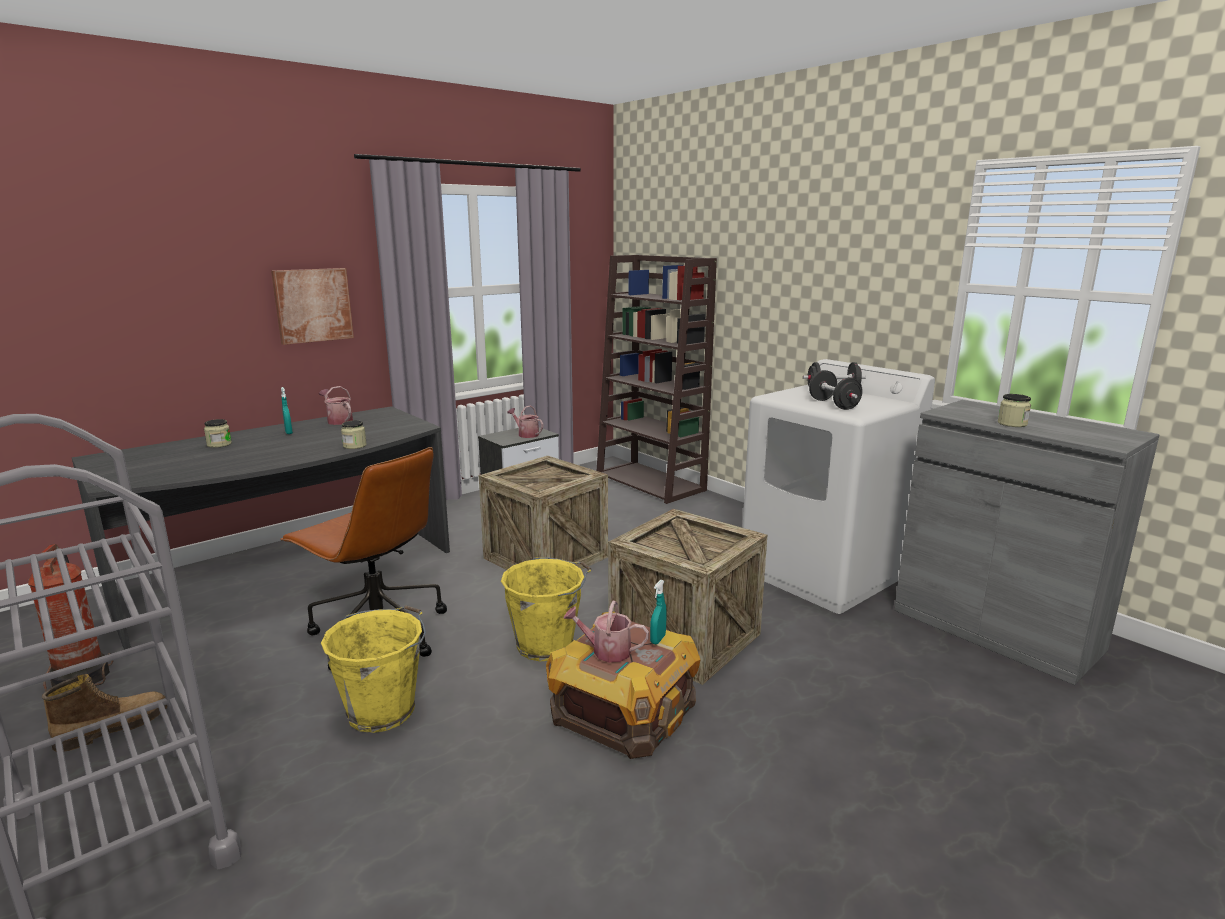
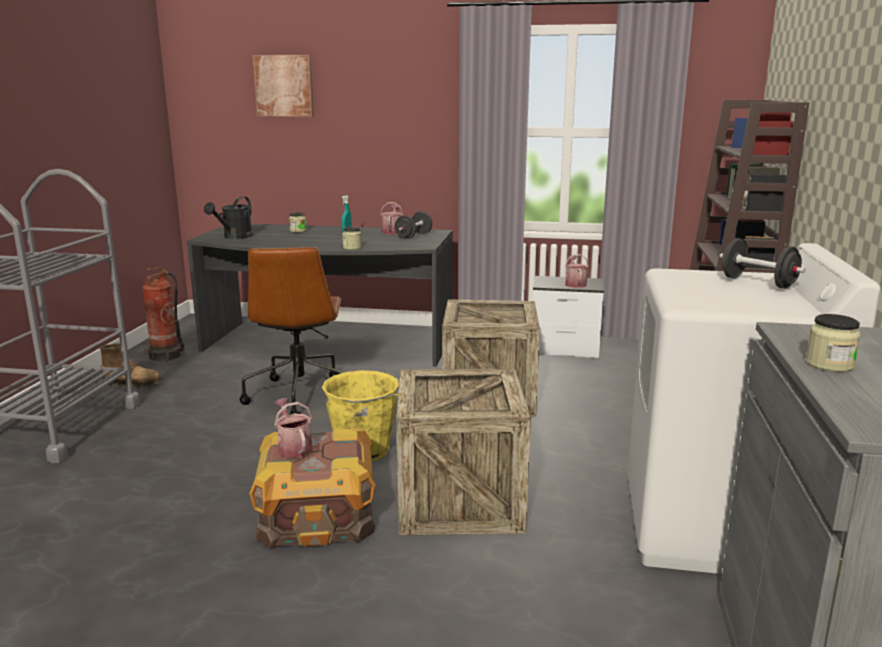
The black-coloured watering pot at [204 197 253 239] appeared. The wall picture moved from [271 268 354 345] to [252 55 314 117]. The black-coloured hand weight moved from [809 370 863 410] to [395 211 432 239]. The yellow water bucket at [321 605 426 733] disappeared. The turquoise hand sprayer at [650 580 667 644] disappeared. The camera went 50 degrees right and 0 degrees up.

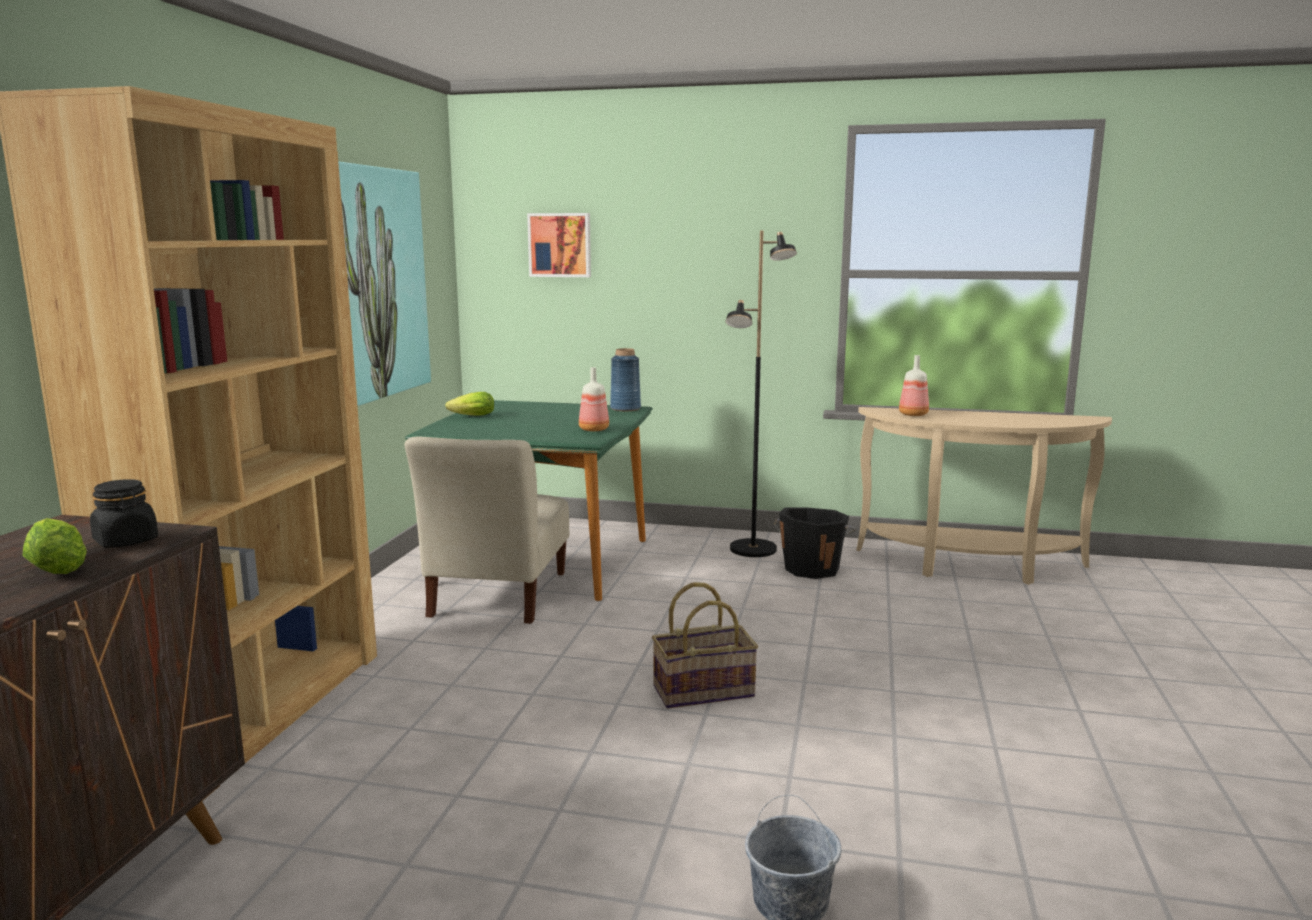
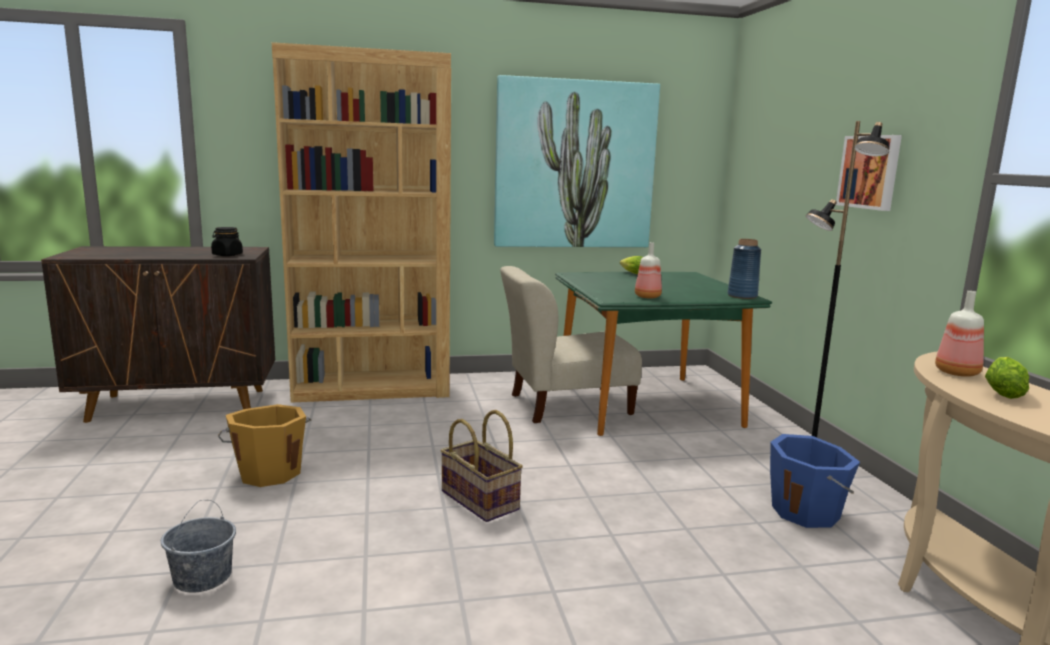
The orange-coloured water bucket at [218 404 311 487] appeared. The black-coloured water bucket at [774 507 856 579] became the blue-coloured water bucket at [770 434 860 528]. The wall picture moved from [527 213 591 277] to [836 135 902 211]. The lettuce head moved from [22 518 87 574] to [985 357 1029 399]. The camera went 65 degrees right and 0 degrees up.

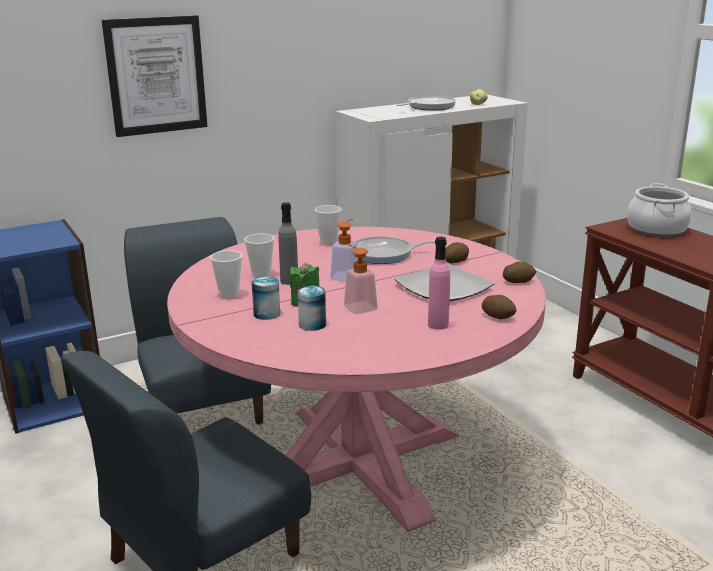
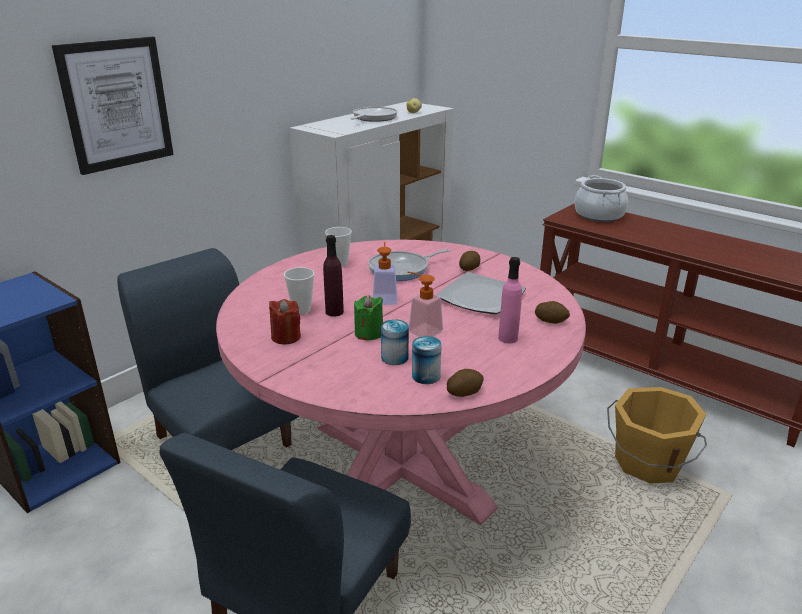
The drinking cup at [210 250 242 299] was replaced by the red-coloured candle at [269 299 301 344]. The greyish drink bottle at [278 202 298 285] became the purple drink bottle at [323 235 344 317]. The sealed can moved from [252 276 280 320] to [412 336 442 384]. The whole potato moved from [503 262 536 283] to [447 369 484 397]. The orange-coloured water bucket at [607 387 707 484] appeared. The camera went 20 degrees left and 5 degrees up.

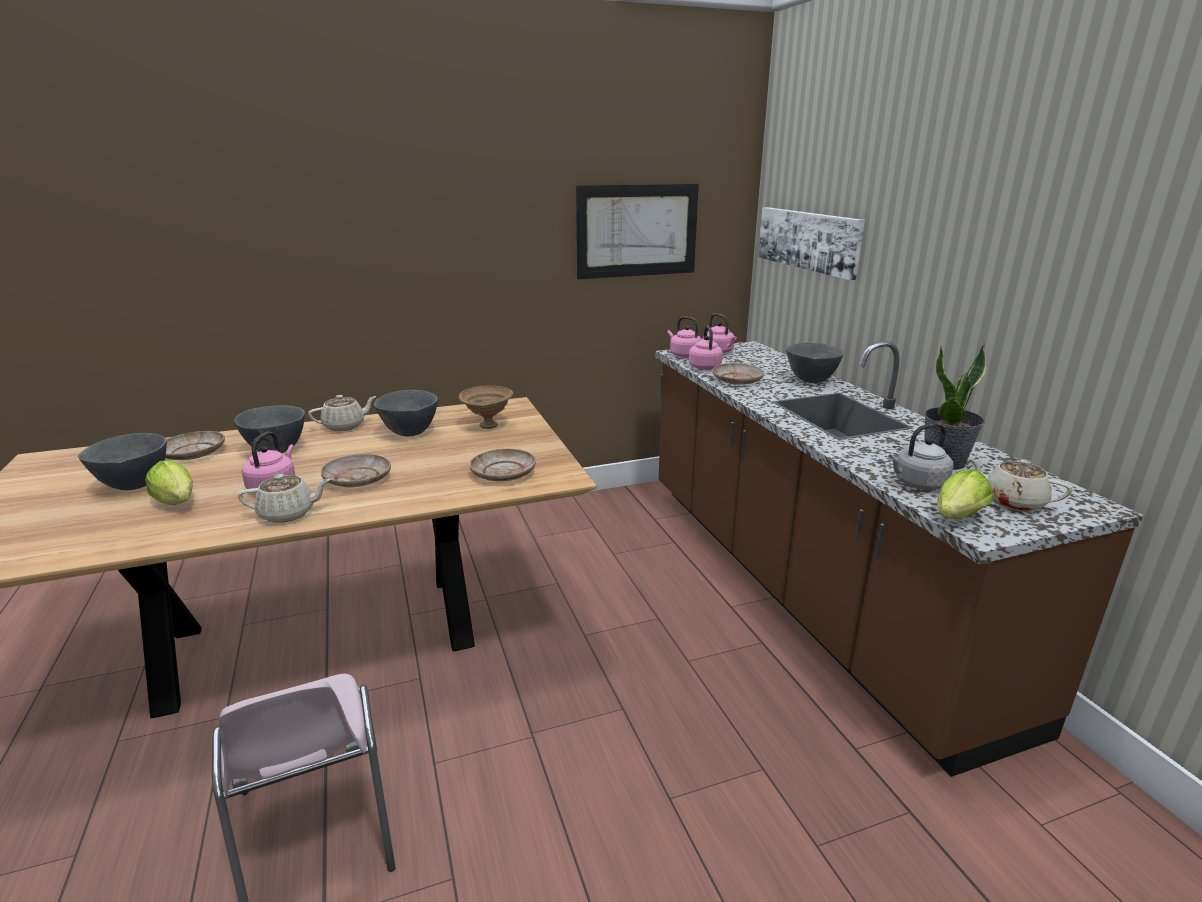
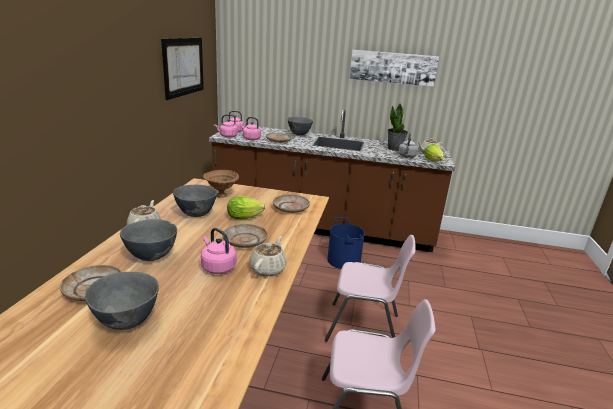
The lettuce head moved from [145 460 193 505] to [227 196 265 219]. The pinkish chair at [325 235 415 342] appeared. The blue-coloured water bucket at [327 217 365 269] appeared. The wall picture moved from [758 207 865 280] to [350 50 439 87]. The camera went 60 degrees left and 0 degrees up.

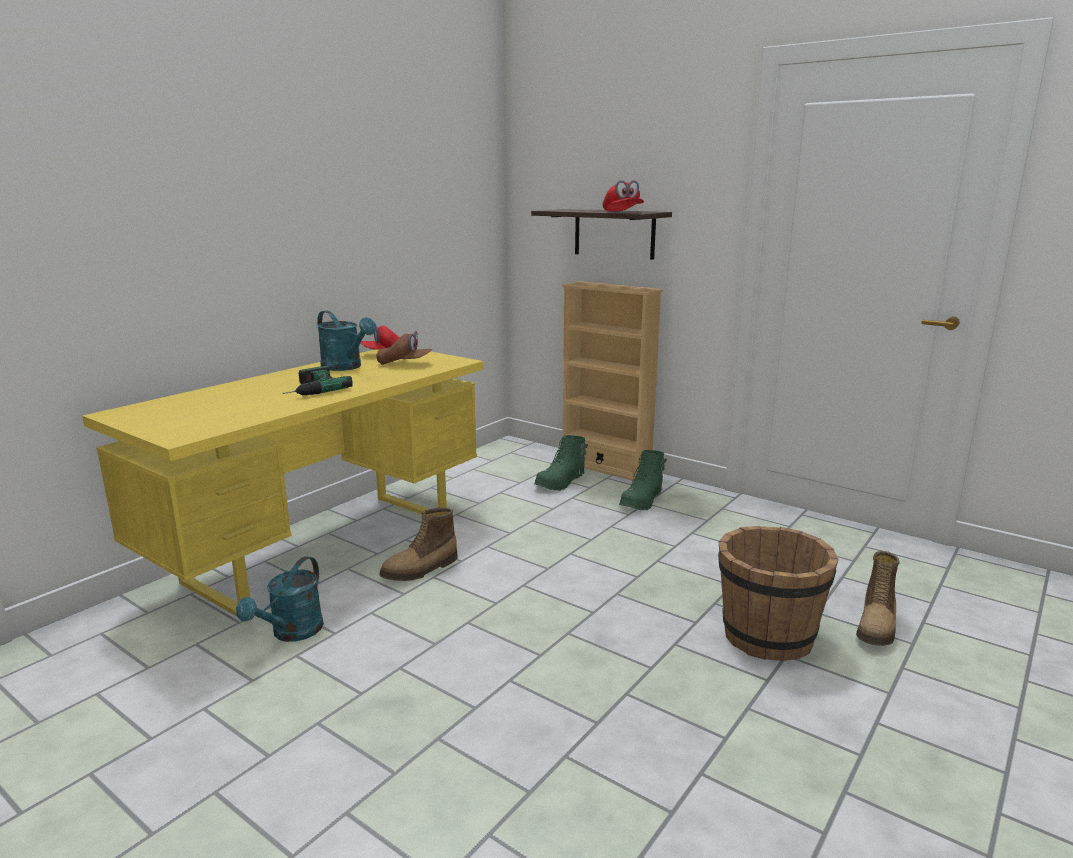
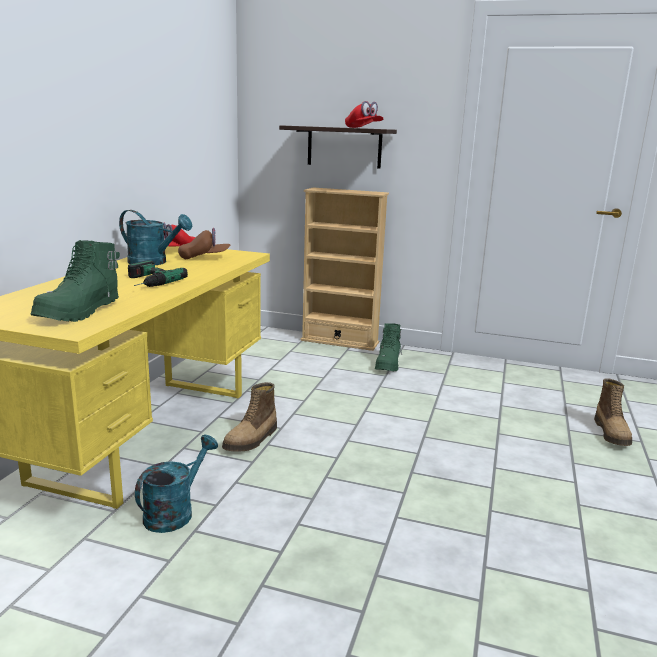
The greenish tall boot moved from [534 435 588 491] to [30 240 120 322]. The turquoise watering pot at [236 556 324 642] turned 150 degrees counterclockwise. The brownish water bucket at [718 526 839 661] disappeared. The camera went 20 degrees left and 0 degrees up.

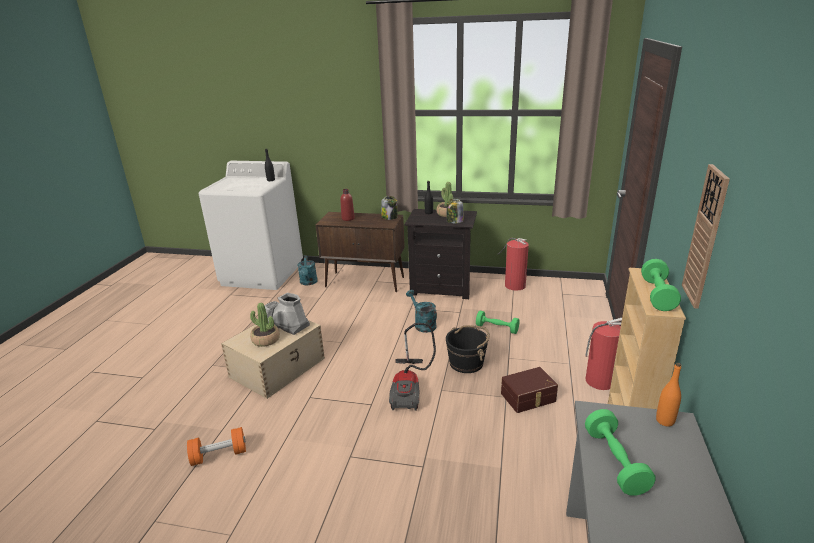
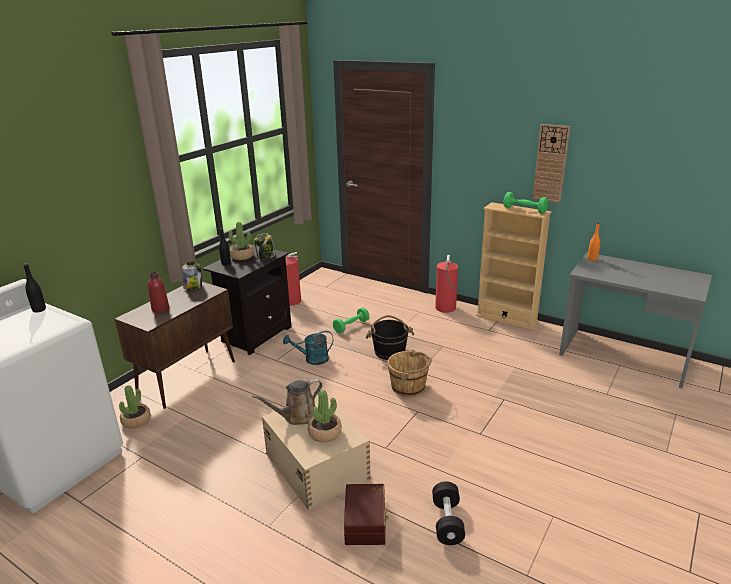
The turquoise watering pot at [297 255 318 286] was replaced by the potted plant at [119 385 151 429]. The greyish tall boot at [264 293 310 335] was replaced by the brownish watering pot at [252 378 322 425]. The brownish storage bin moved from [501 367 558 413] to [344 484 389 545]. The vacuum cleaner at [389 323 436 411] was replaced by the brownish water bucket at [387 350 432 397]. The orange-coloured hand weight at [187 427 246 466] became the black-coloured hand weight at [432 481 465 545]. The greenish hand weight at [585 409 656 496] disappeared. The camera went 70 degrees left and 0 degrees up.

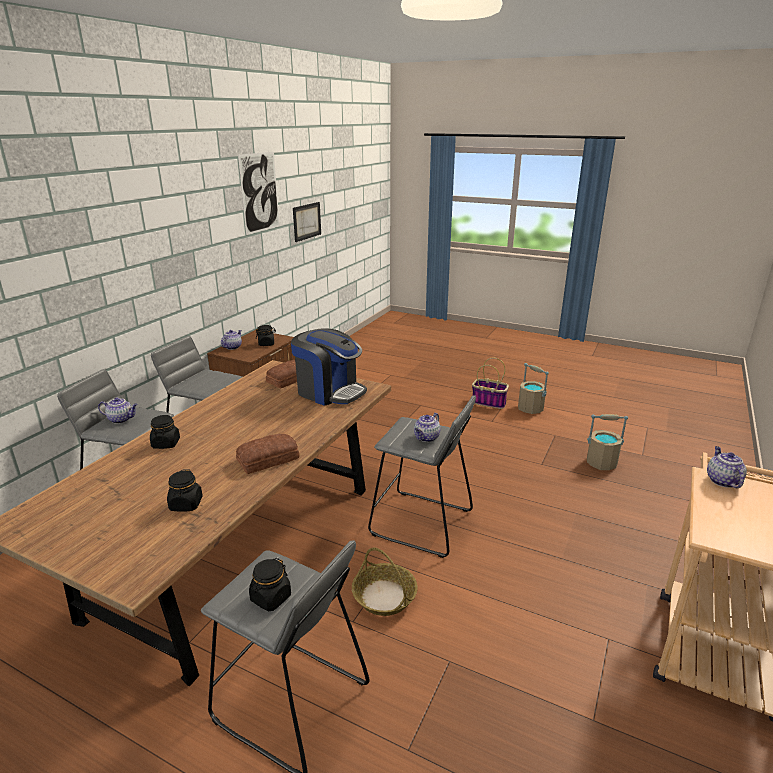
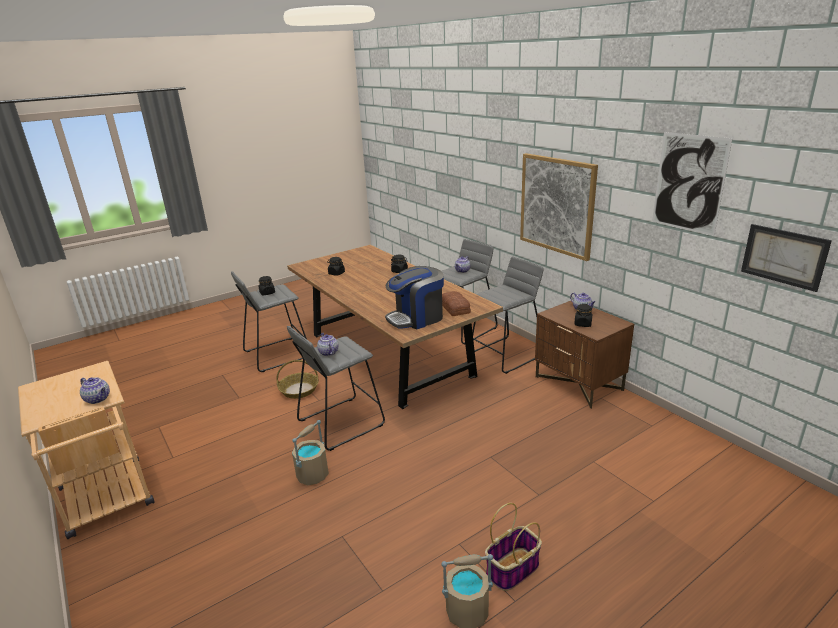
The beige-coloured water bucket moved from [587 414 628 470] to [292 420 329 486]. The wall picture at [520 153 598 261] appeared. The bakery bread at [236 434 299 474] disappeared. The camera went 120 degrees right and 0 degrees up.

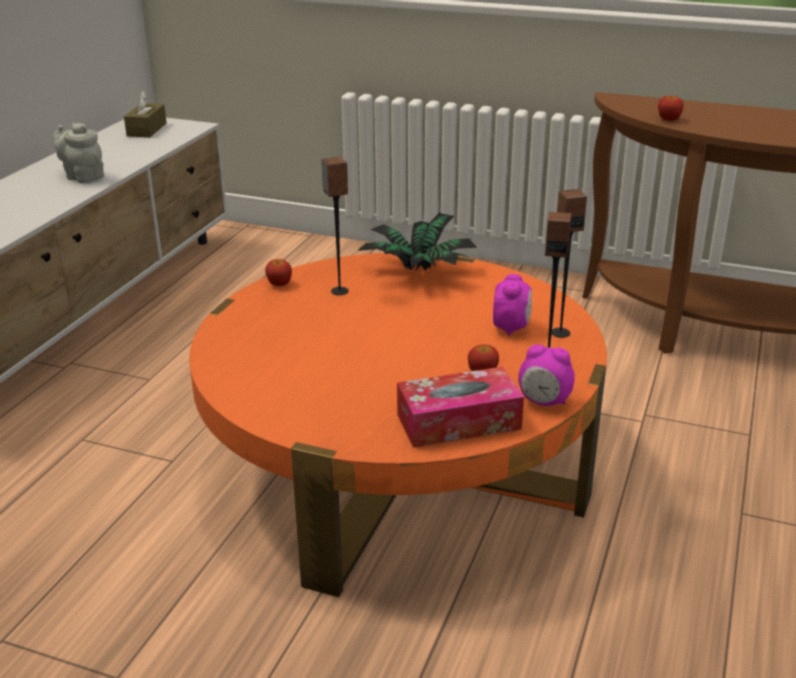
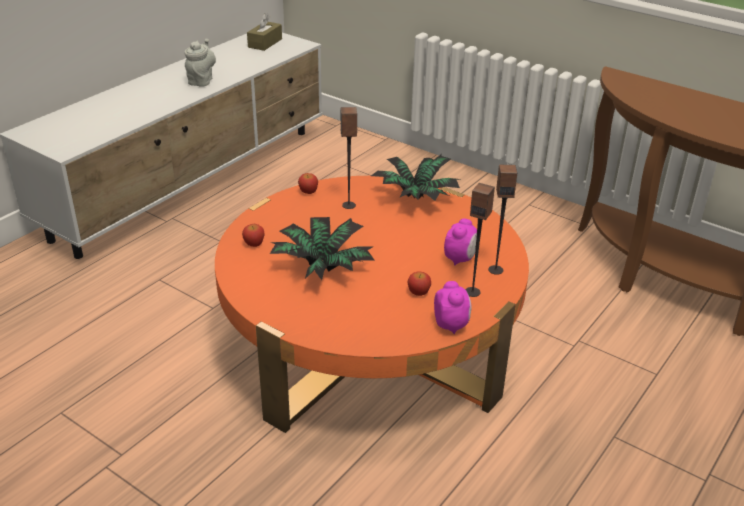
The greyish tea pot at [53 123 104 183] turned 45 degrees clockwise. The apple fruit moved from [658 96 683 121] to [242 224 264 247]. The potted plant at [270 217 374 280] appeared. The table clock at [518 344 575 406] turned 135 degrees counterclockwise. The tissue box at [397 367 524 448] disappeared. The camera went 15 degrees right and 5 degrees up.

